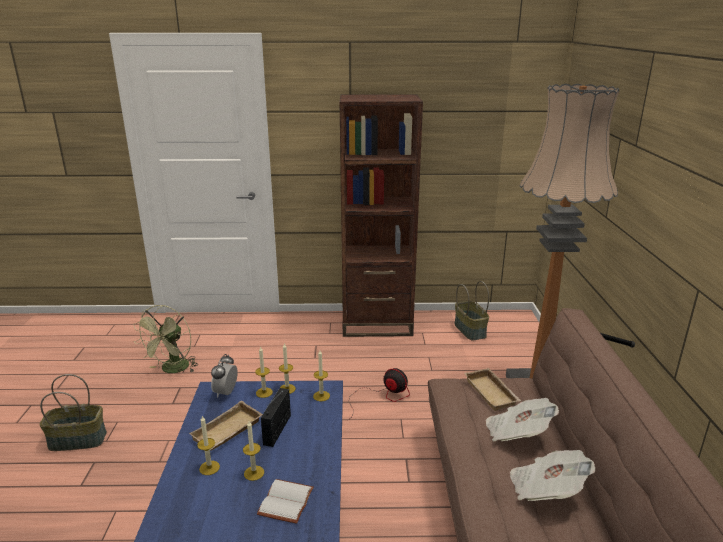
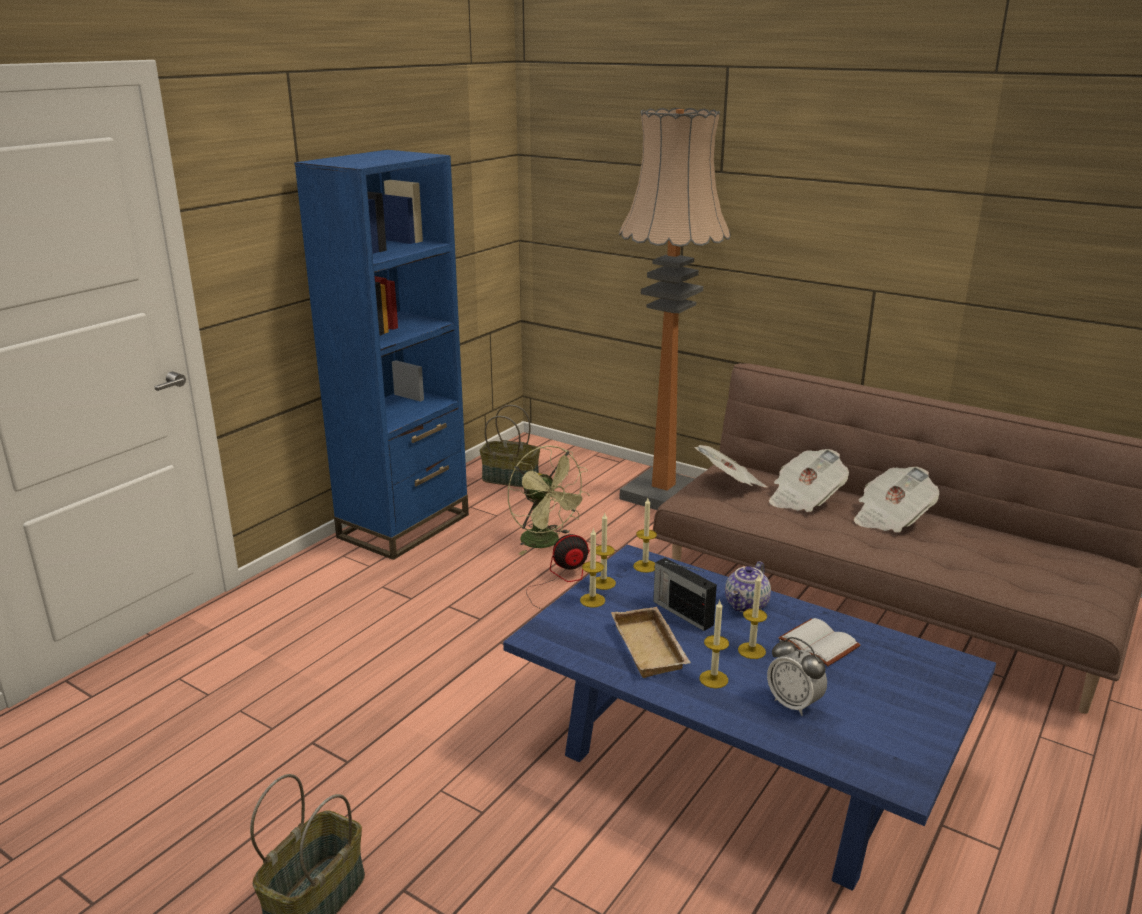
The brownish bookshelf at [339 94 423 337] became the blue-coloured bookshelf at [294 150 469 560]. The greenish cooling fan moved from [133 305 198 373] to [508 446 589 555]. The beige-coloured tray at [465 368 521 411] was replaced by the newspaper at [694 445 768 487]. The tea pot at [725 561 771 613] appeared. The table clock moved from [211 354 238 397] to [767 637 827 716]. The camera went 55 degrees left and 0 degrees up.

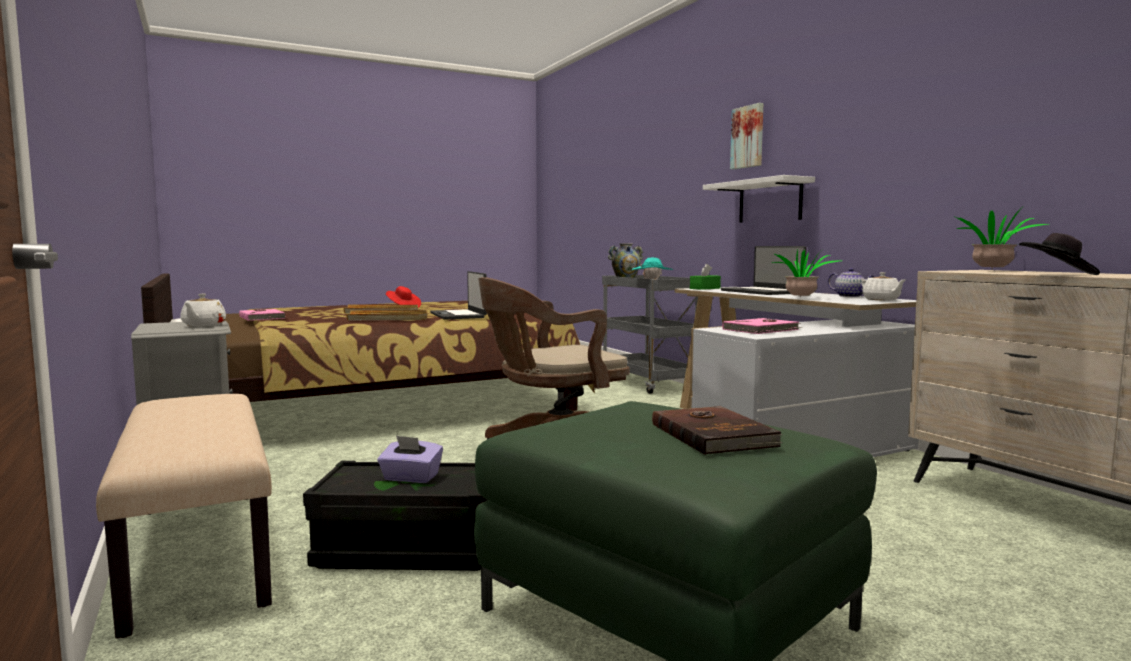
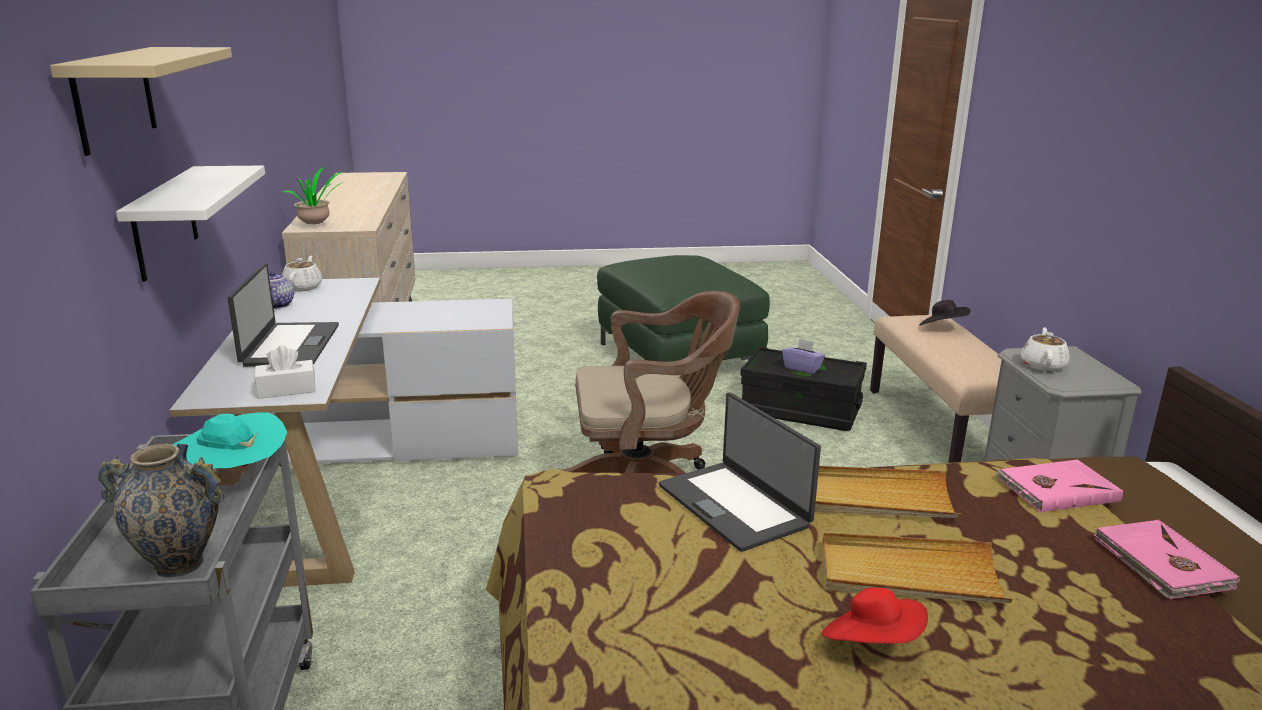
The wall picture at [730 103 763 169] was replaced by the beige-coloured bracket shelf at [50 47 232 156]. The greenish tissue box at [690 264 721 290] became the whitish tissue box at [254 345 316 399]. The laptop at [430 271 487 320] turned 150 degrees clockwise. The black-coloured wearable hat moved from [1019 233 1100 275] to [919 300 971 326]. The pinkish bound book moved from [722 318 802 334] to [995 459 1123 512]. The brownish bound book at [652 406 783 455] disappeared. The potted plant at [772 250 839 298] disappeared. The camera went 160 degrees left and 15 degrees up.

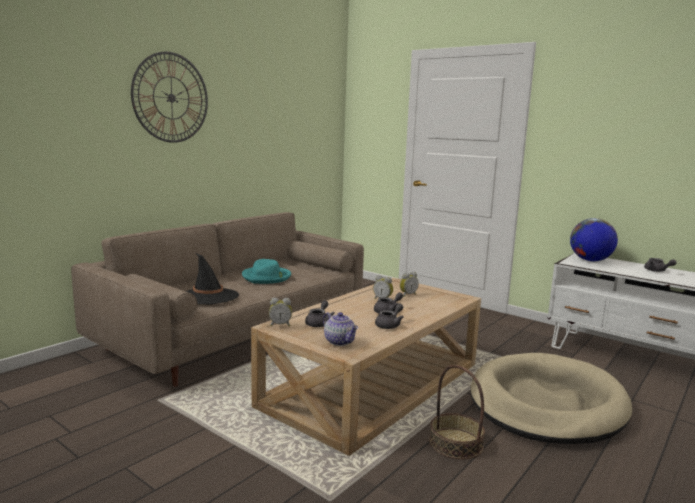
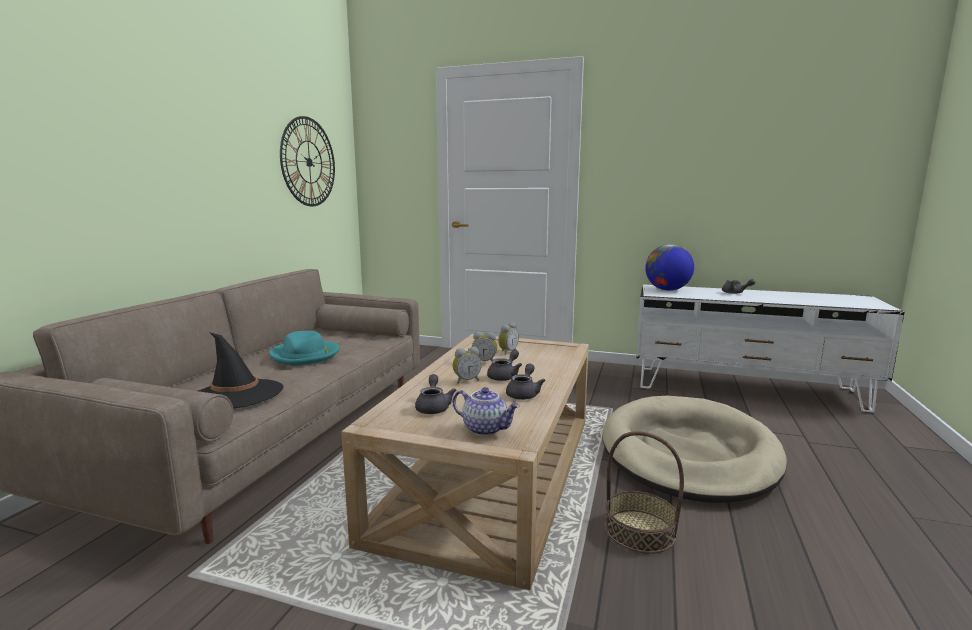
The hanging clock moved from [131 52 208 143] to [280 116 335 206]. The table clock moved from [269 298 292 326] to [453 347 482 384]. The camera went 20 degrees left and 0 degrees up.

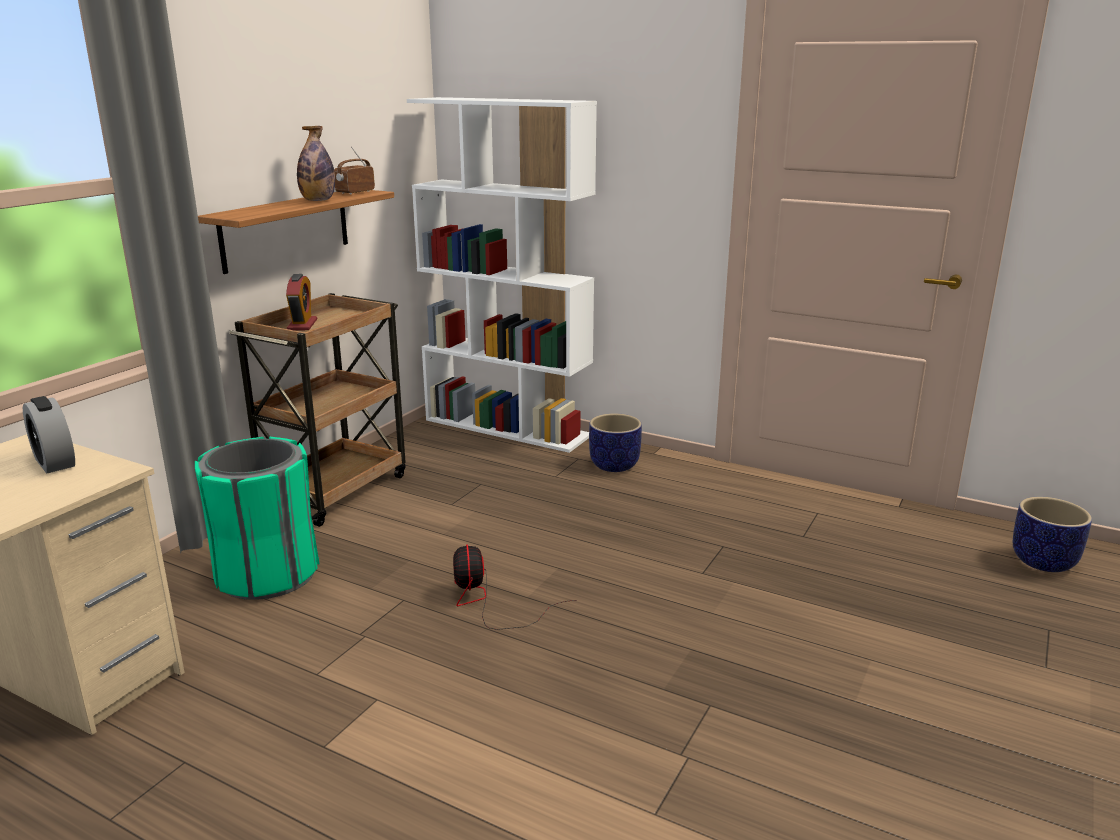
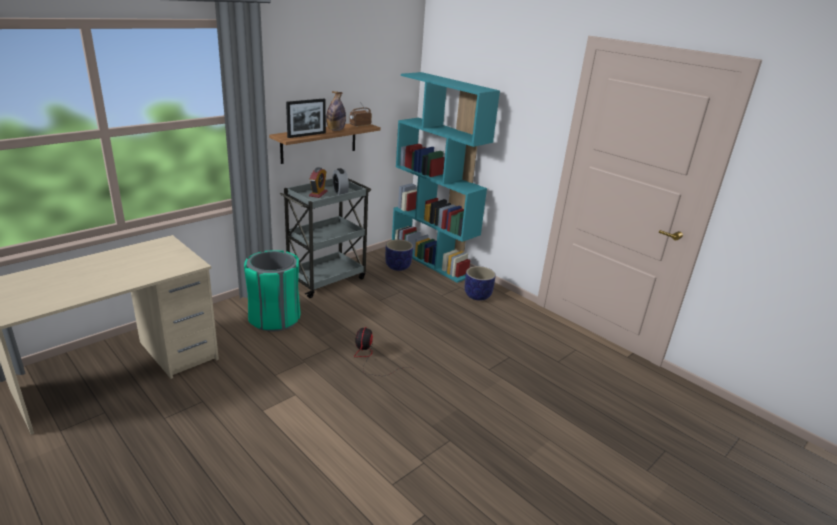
The brownish wheeled cart at [229 293 406 527] became the greyish wheeled cart at [280 178 371 298]. The picture frame at [286 99 326 138] appeared. The table clock moved from [23 396 75 473] to [332 168 349 195]. The planter moved from [1013 497 1092 572] to [385 239 413 271]. The whitish bookshelf at [407 97 597 453] became the turquoise bookshelf at [392 72 500 283]. The camera went 15 degrees right and 5 degrees up.

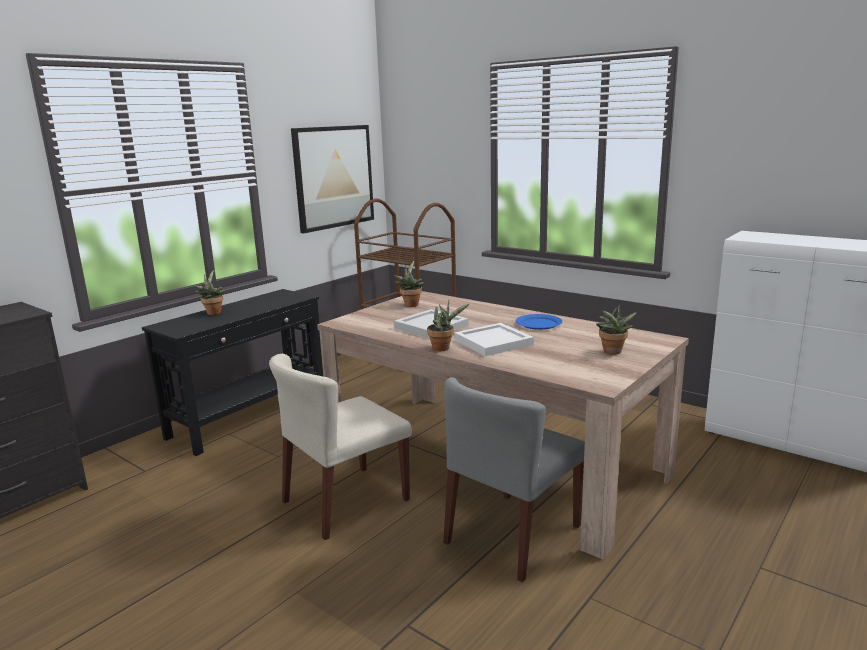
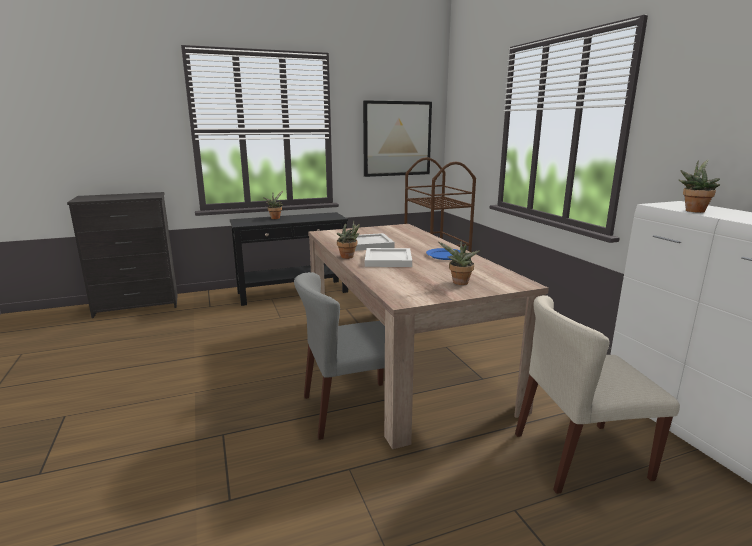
The beige-coloured chair moved from [269 353 412 540] to [515 295 680 494]. The potted plant moved from [394 261 424 307] to [679 159 720 213]. The camera went 30 degrees right and 0 degrees up.

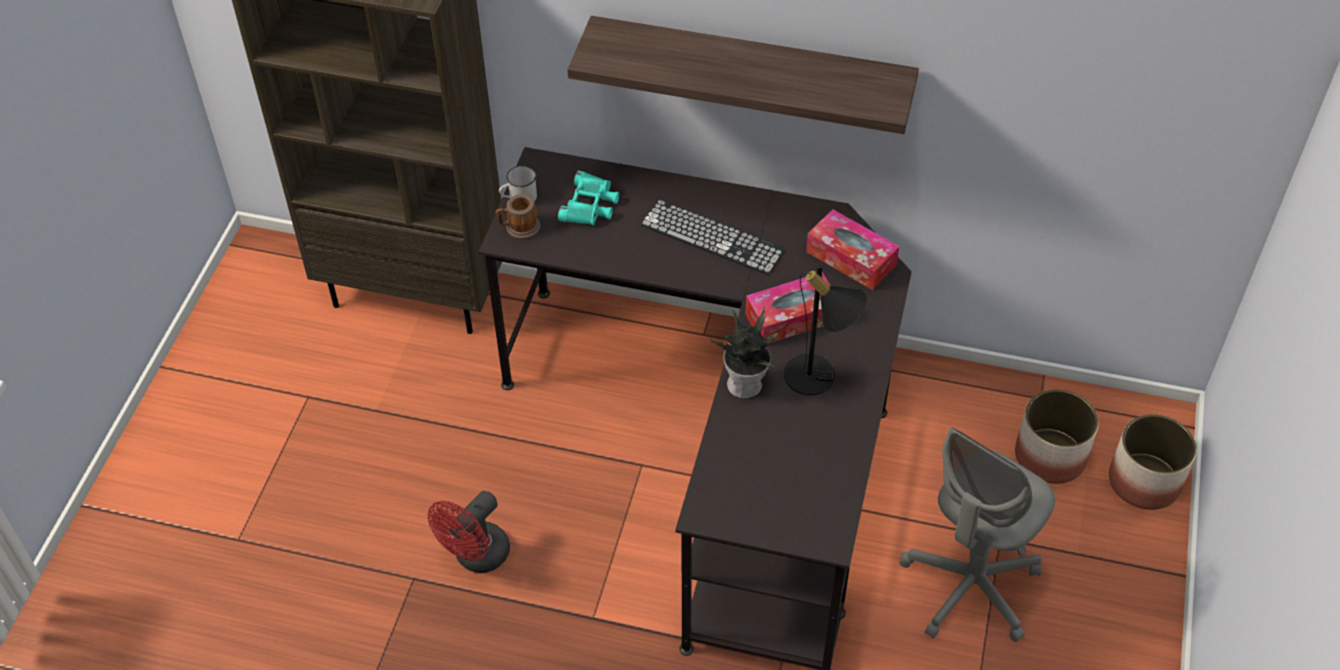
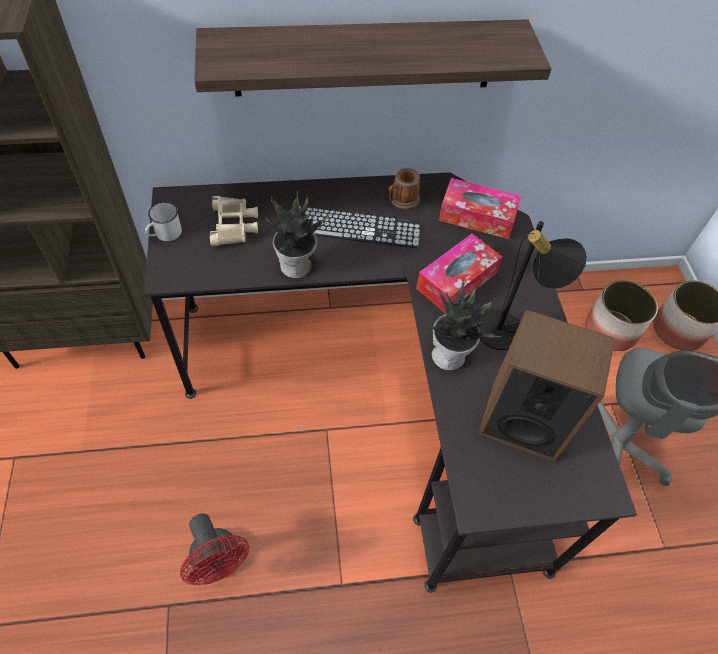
The red-coloured cooling fan at [428 491 510 573] turned 45 degrees counterclockwise. The turquoise field glasses at [558 171 619 225] became the beige-coloured field glasses at [210 196 258 246]. The potted plant at [265 190 329 278] appeared. The coffee mug moved from [496 194 540 239] to [389 168 420 210]. The speaker at [478 310 615 462] appeared. The camera went 25 degrees left and 5 degrees up.

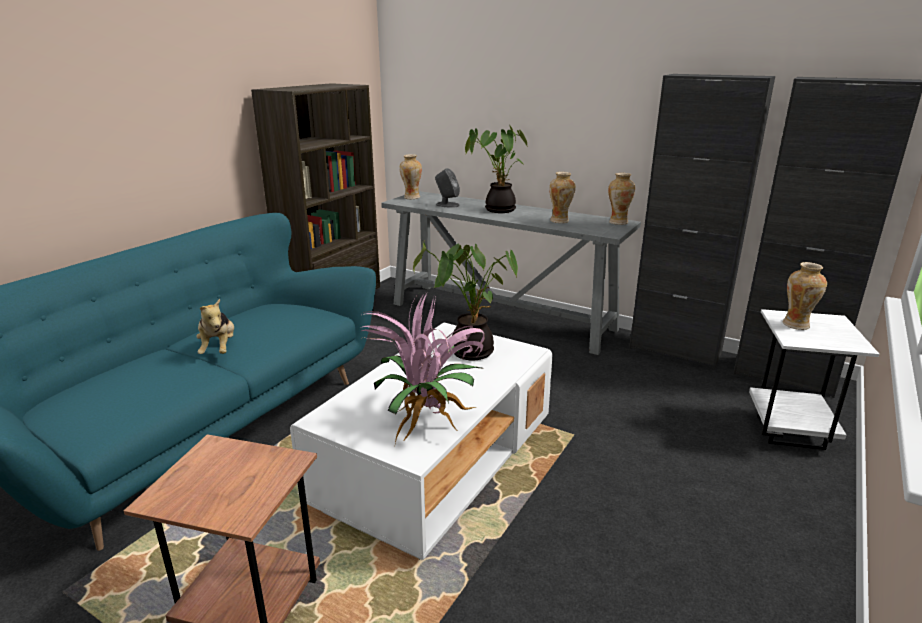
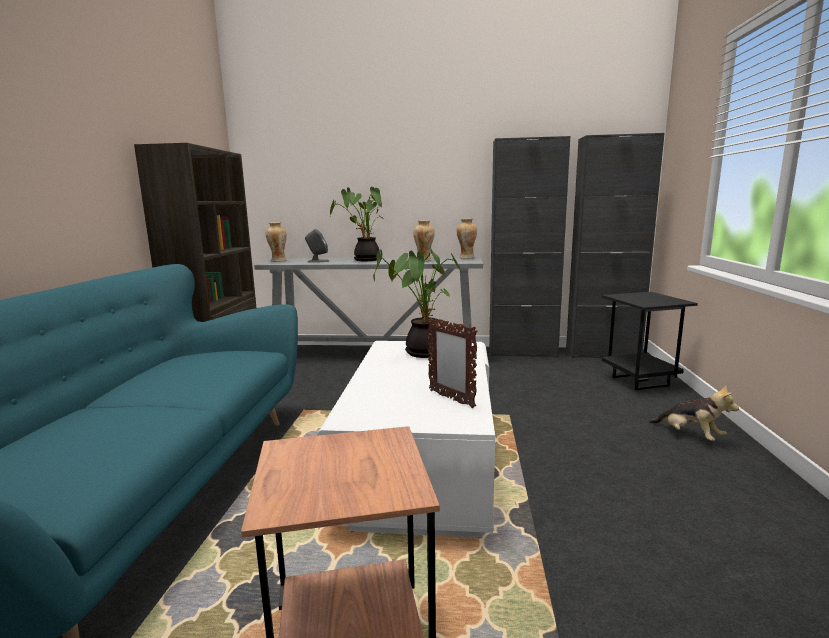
The potted plant at [362 292 485 443] was replaced by the picture frame at [427 317 477 408]. The whitish accent table at [749 309 879 450] became the black-coloured accent table at [602 292 698 390]. The plush toy moved from [197 299 234 354] to [649 385 739 441]. The flower vase at [783 262 827 330] disappeared. The camera went 25 degrees left and 10 degrees down.

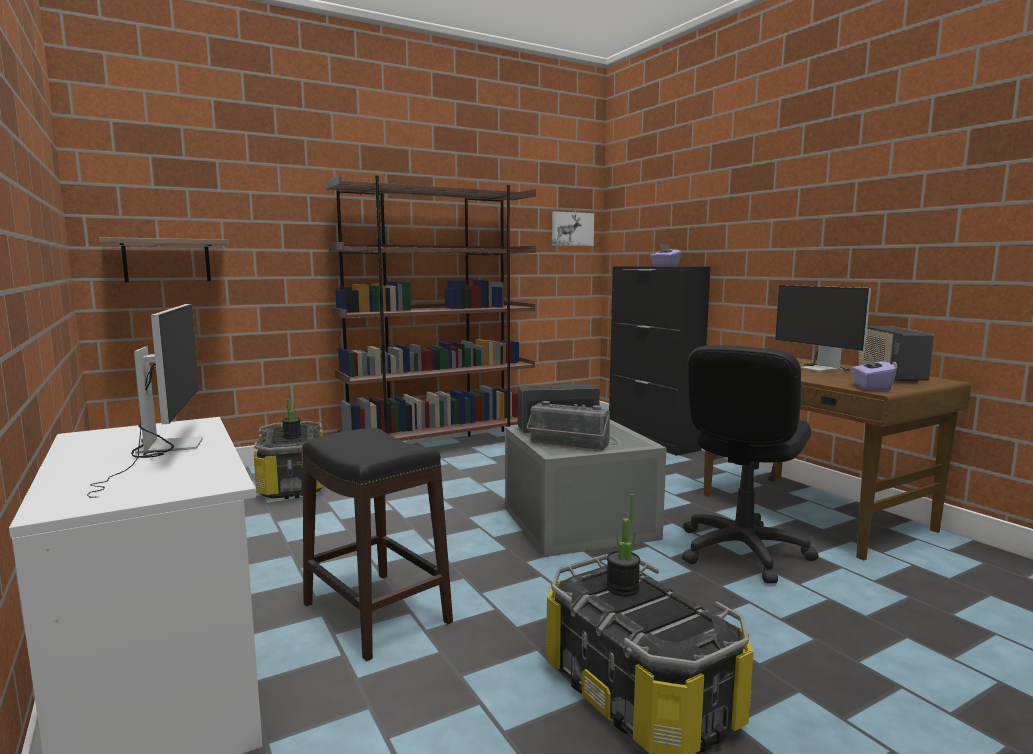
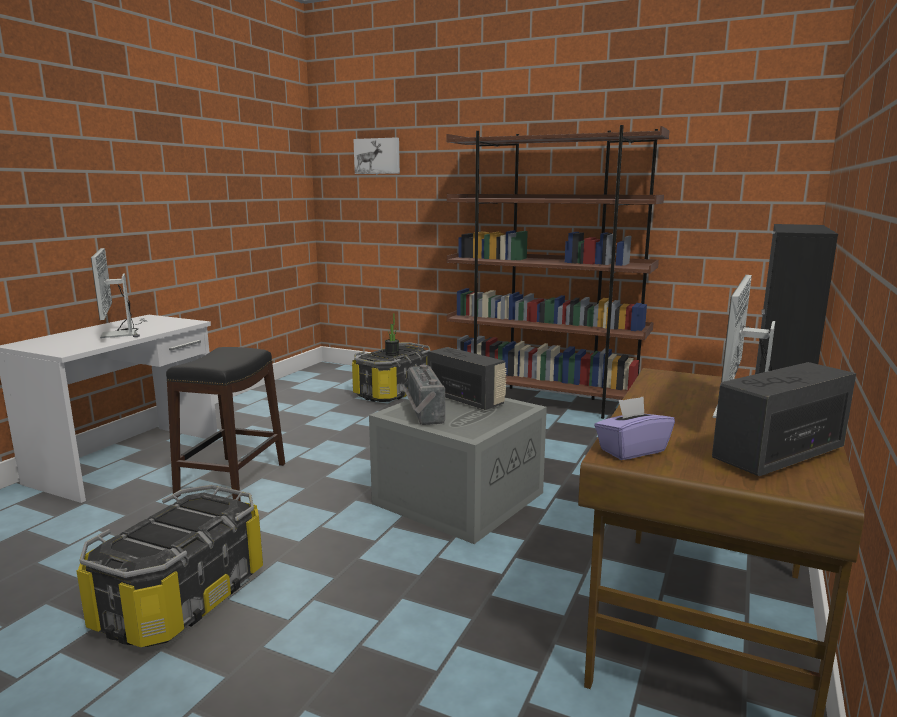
The computer display at [87 304 203 498] turned 120 degrees clockwise. The wall picture moved from [552 211 594 246] to [353 137 400 174]. The bracket shelf at [99 237 230 282] disappeared. The potted plant at [606 494 640 596] disappeared. The purple tissue box at [650 244 682 266] disappeared. The black-coloured office chair at [682 345 819 583] disappeared. The camera went 55 degrees right and 5 degrees up.

